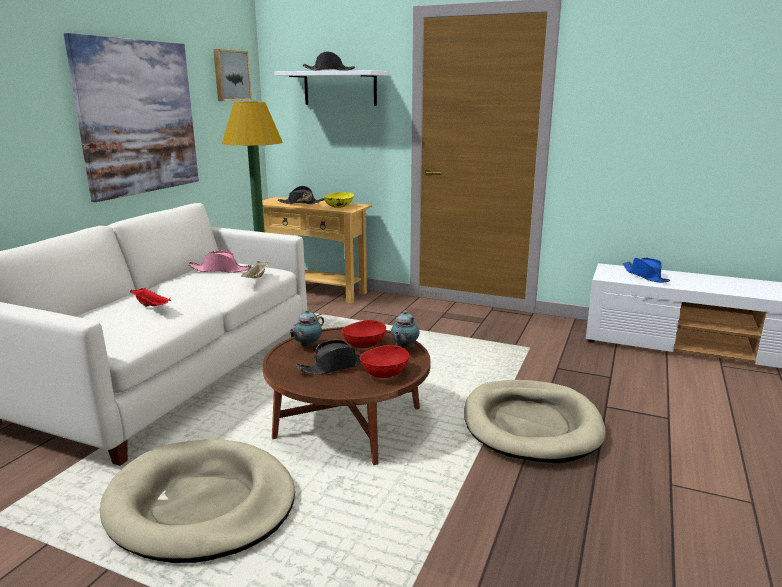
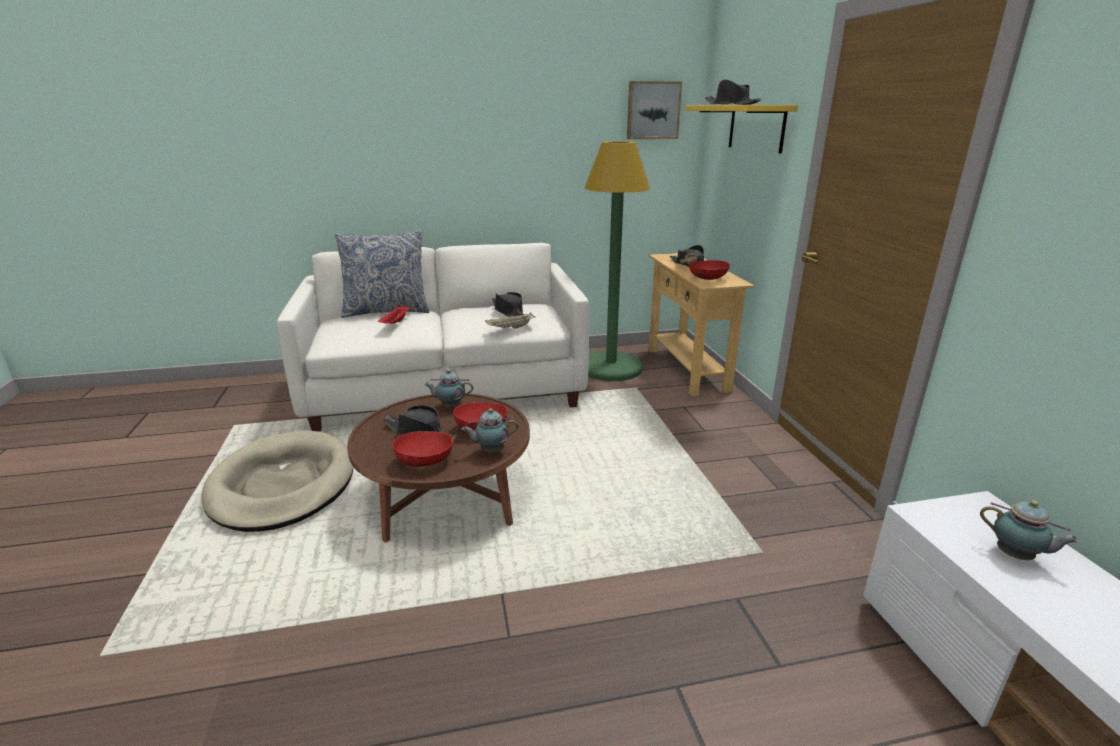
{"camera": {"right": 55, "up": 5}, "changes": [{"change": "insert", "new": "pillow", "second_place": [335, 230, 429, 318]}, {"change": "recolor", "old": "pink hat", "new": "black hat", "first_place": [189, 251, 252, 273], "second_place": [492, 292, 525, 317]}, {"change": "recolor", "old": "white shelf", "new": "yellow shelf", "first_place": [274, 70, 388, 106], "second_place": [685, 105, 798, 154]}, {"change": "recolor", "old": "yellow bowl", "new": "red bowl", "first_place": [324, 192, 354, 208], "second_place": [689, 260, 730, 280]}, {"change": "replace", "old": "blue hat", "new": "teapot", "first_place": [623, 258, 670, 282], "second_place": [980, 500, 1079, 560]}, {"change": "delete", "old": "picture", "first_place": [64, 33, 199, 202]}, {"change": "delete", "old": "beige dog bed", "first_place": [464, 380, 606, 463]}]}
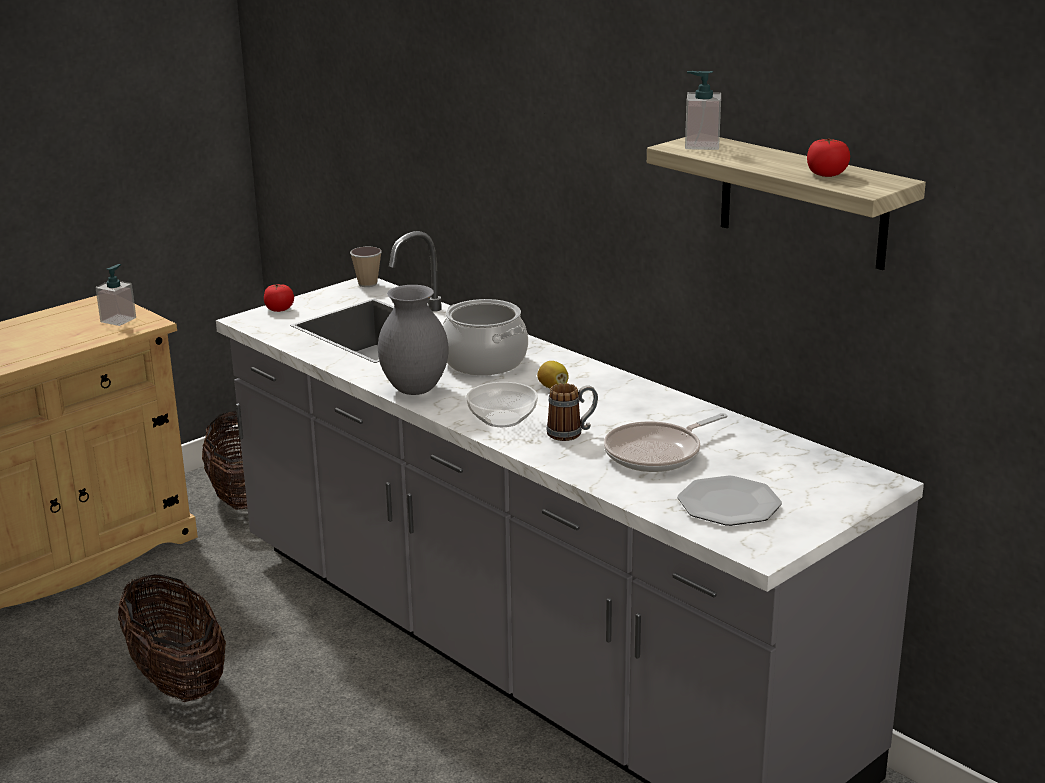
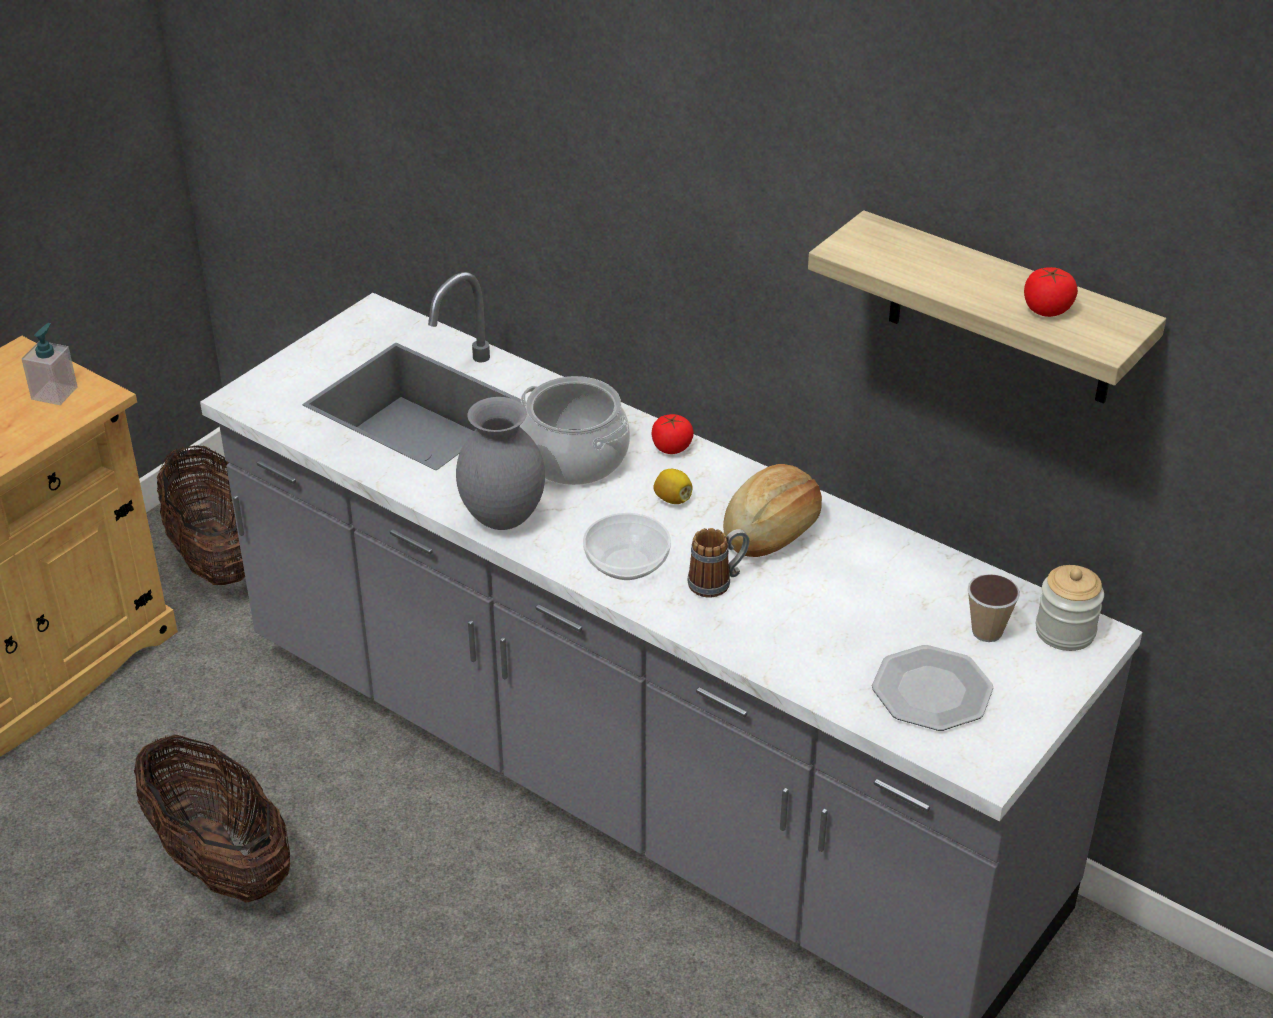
{"camera": {"right": -10, "up": 15}, "changes": [{"change": "move", "old": "tomato", "first_place": [264, 284, 294, 312], "second_place": [652, 414, 694, 454]}, {"change": "insert", "new": "bread", "second_place": [723, 464, 822, 557]}, {"change": "move", "old": "cup", "first_place": [350, 247, 382, 287], "second_place": [967, 574, 1020, 642]}, {"change": "insert", "new": "jar", "second_place": [1036, 565, 1104, 651]}, {"change": "delete", "old": "frying pan", "first_place": [604, 413, 727, 472]}, {"change": "delete", "old": "soap dispenser", "first_place": [685, 71, 721, 150]}]}
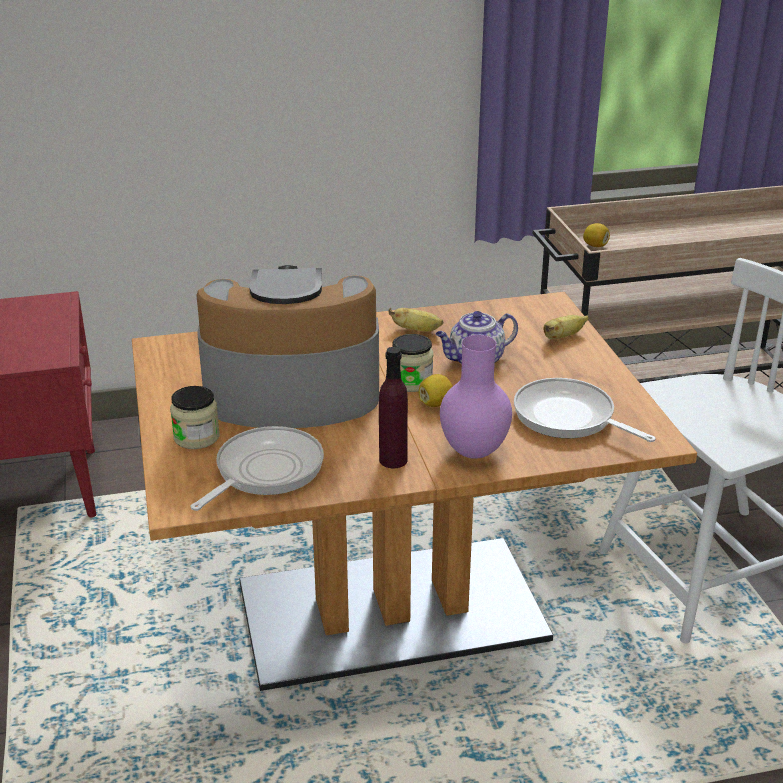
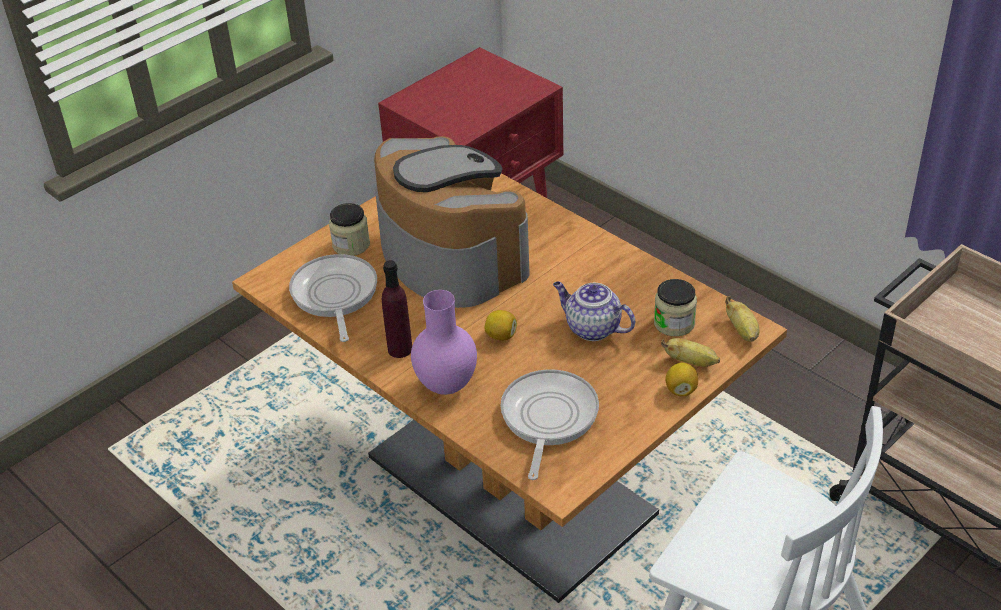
{"camera": {"right": 60, "up": 10}, "changes": [{"change": "rotate", "old": "frying pan", "first_place": [190, 426, 324, 511], "second_place": [289, 254, 377, 342], "degrees": -105}, {"change": "move", "old": "jar", "first_place": [392, 334, 433, 392], "second_place": [654, 279, 697, 336]}, {"change": "move", "old": "lemon", "first_place": [583, 223, 610, 247], "second_place": [665, 363, 698, 396]}, {"change": "move", "old": "banana", "first_place": [389, 308, 443, 331], "second_place": [725, 296, 760, 342]}]}
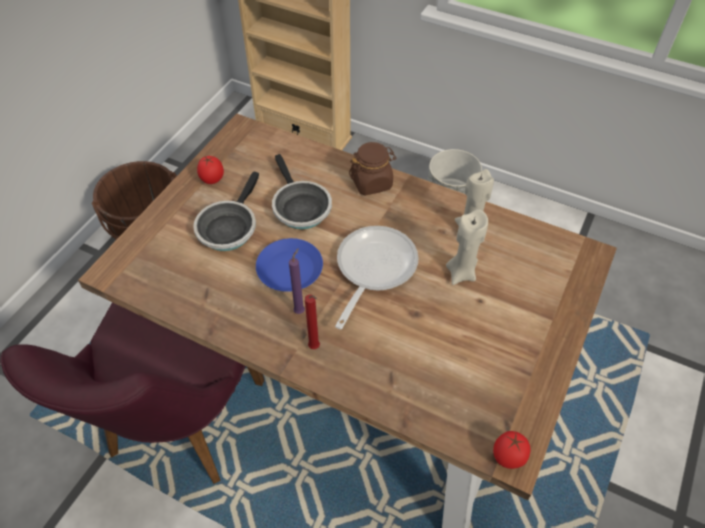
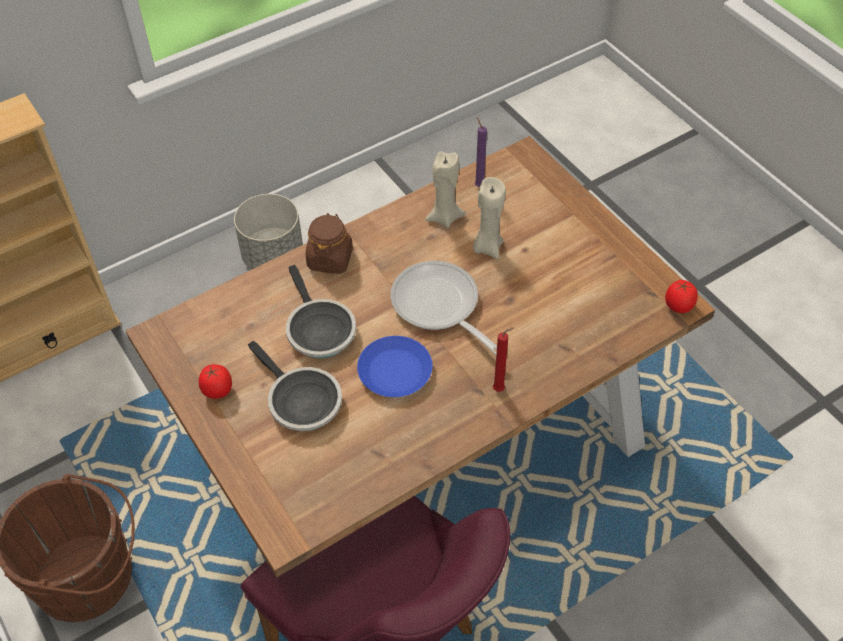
{"camera": {"right": -60, "up": 0}, "changes": [{"change": "rotate", "old": "frying pan", "first_place": [272, 154, 332, 229], "second_place": [286, 265, 356, 358], "degrees": 60}, {"change": "move", "old": "purple candle", "first_place": [289, 248, 305, 314], "second_place": [475, 117, 487, 187]}]}
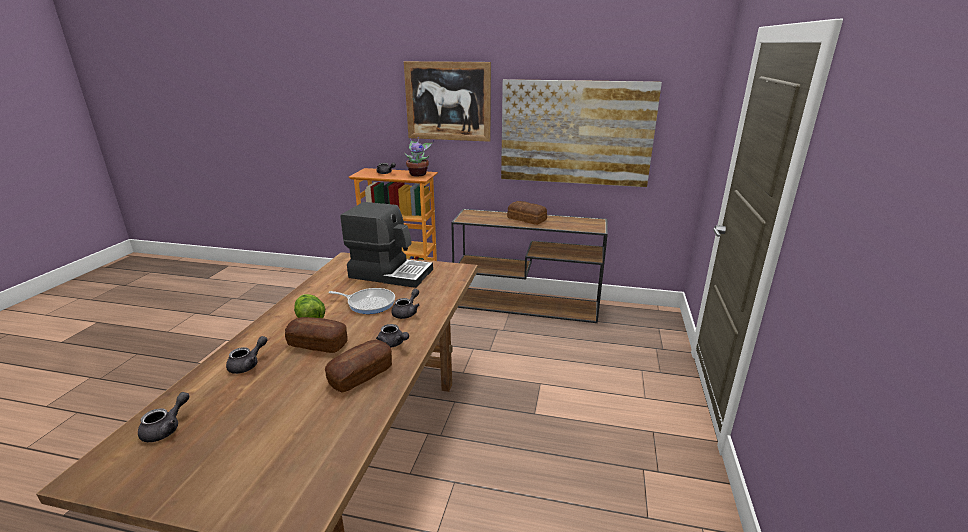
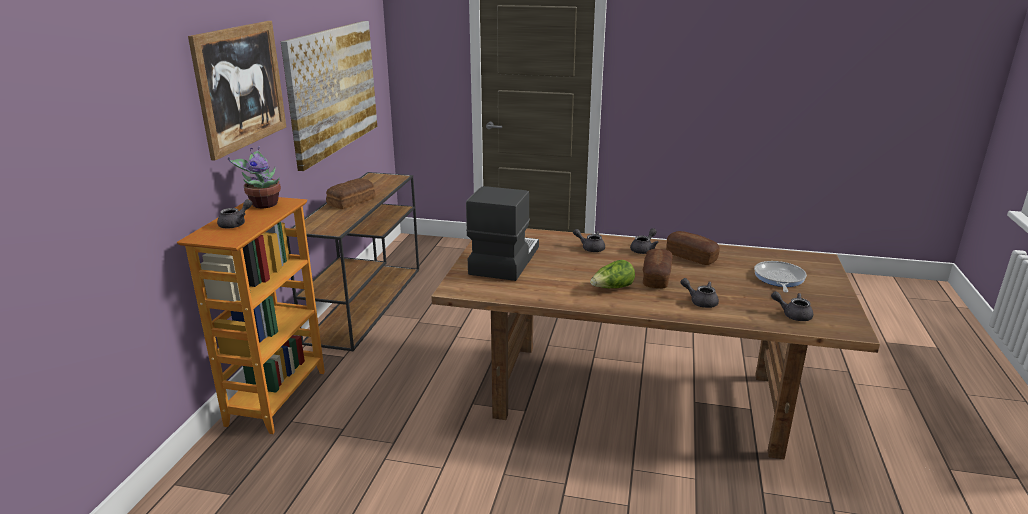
{"camera": {"right": -90, "up": 0}, "changes": [{"change": "move", "old": "frying pan", "first_place": [328, 288, 395, 314], "second_place": [754, 261, 807, 293]}]}
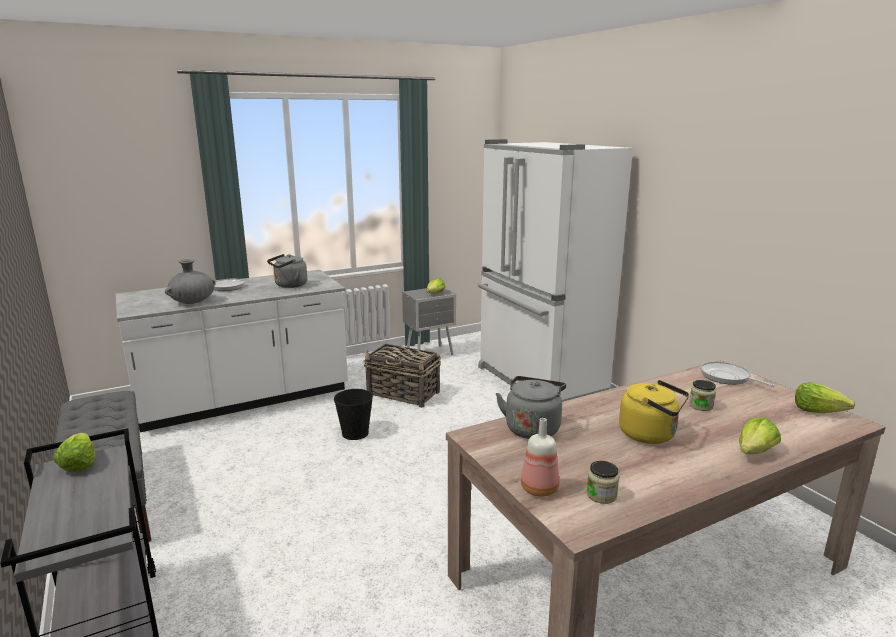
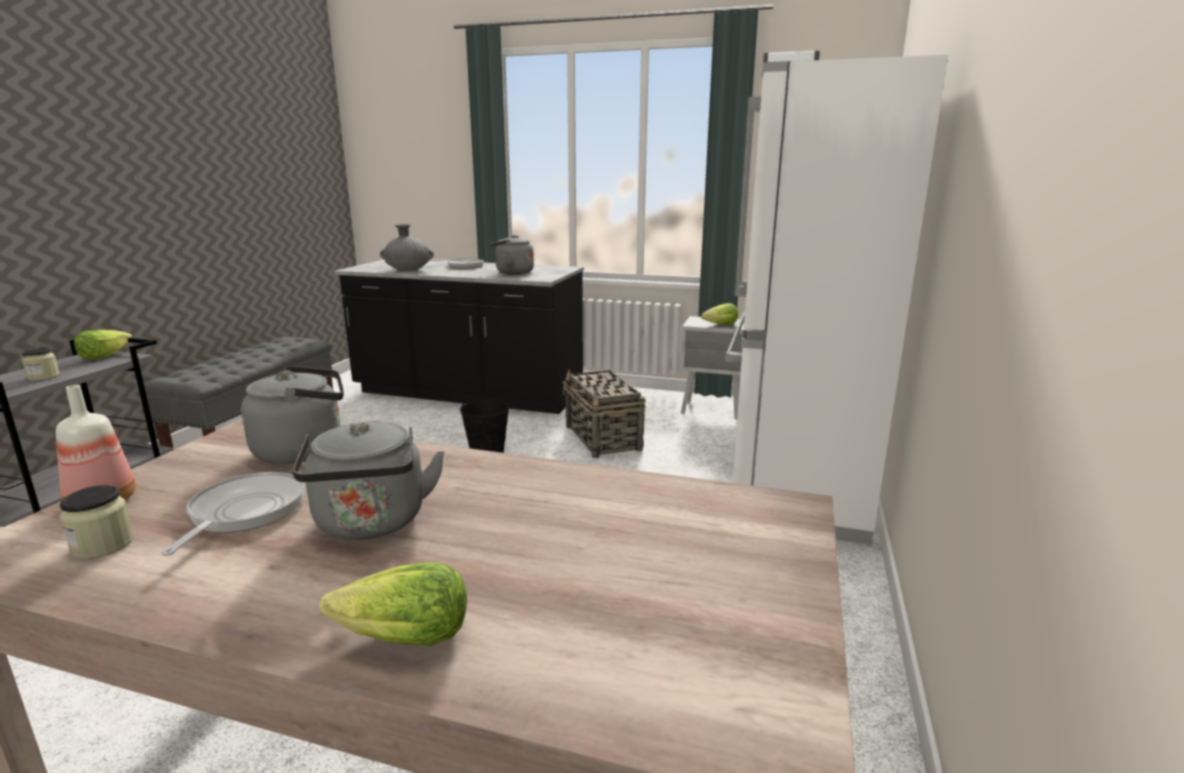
{"camera": {"right": 45, "up": 0}, "changes": [{"change": "move", "old": "jar", "first_place": [689, 380, 716, 411], "second_place": [21, 347, 60, 381]}, {"change": "move", "old": "frying pan", "first_place": [701, 362, 775, 387], "second_place": [161, 472, 305, 556]}, {"change": "recolor", "old": "yellow kettle", "new": "grey kettle", "first_place": [619, 380, 689, 444], "second_place": [292, 422, 445, 540]}, {"change": "recolor", "old": "white counter", "new": "black counter", "first_place": [116, 270, 348, 432], "second_place": [334, 260, 584, 414]}, {"change": "delete", "old": "lettuce", "first_place": [795, 382, 855, 413]}]}
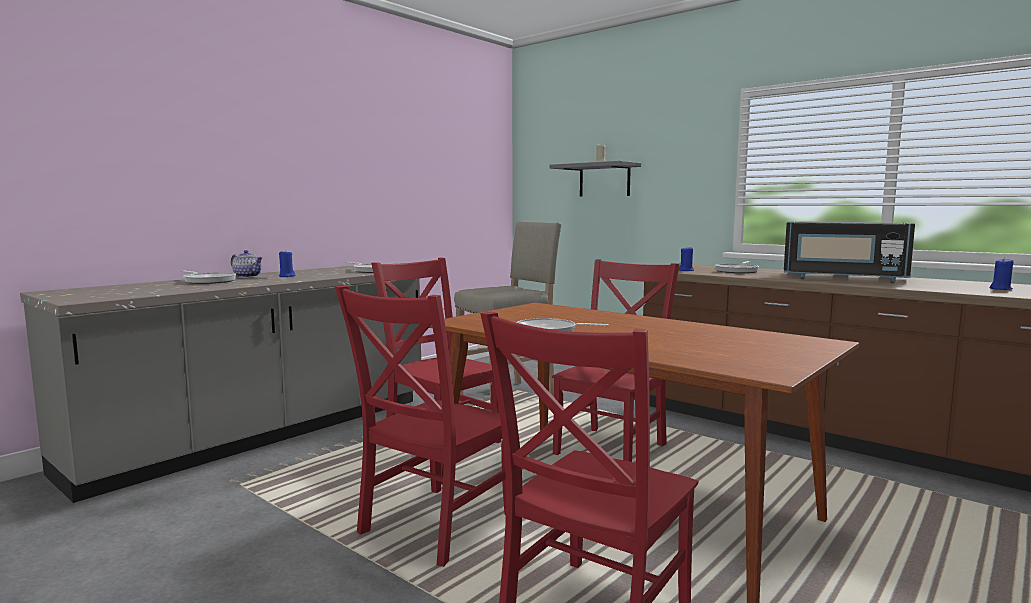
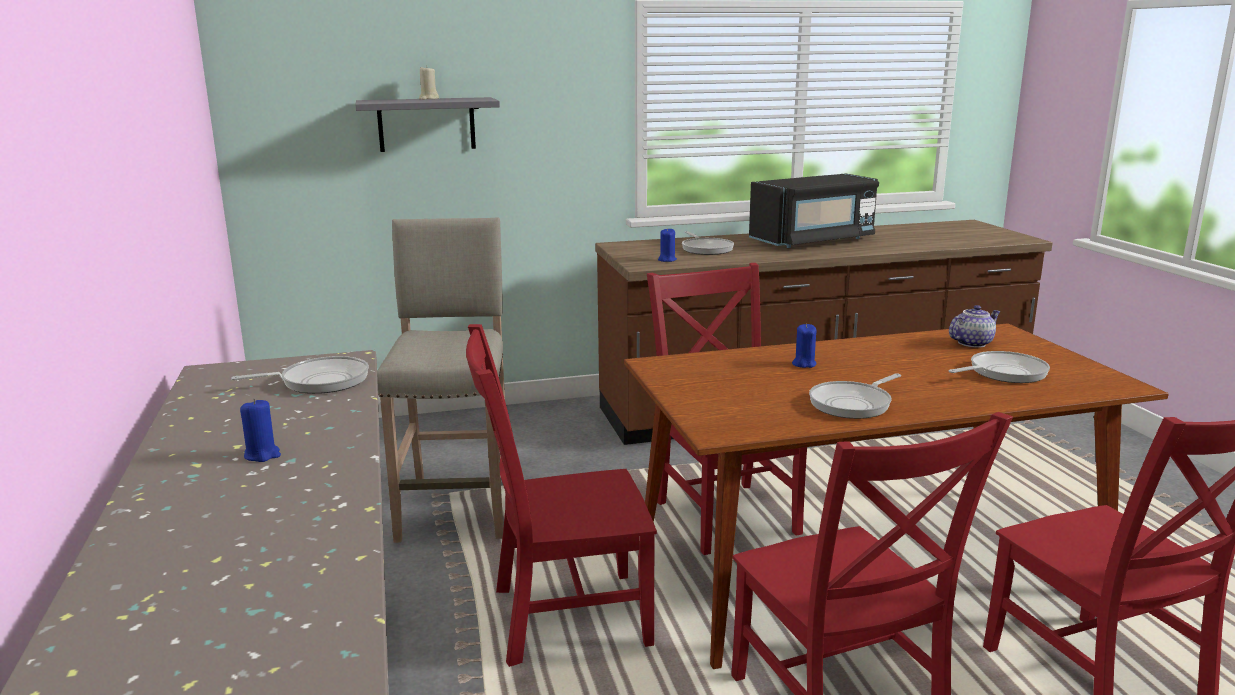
{"camera": {"right": -55, "up": 10}, "changes": [{"change": "move", "old": "blue candle", "first_place": [989, 257, 1013, 290], "second_place": [792, 324, 817, 368]}, {"change": "move", "old": "frying pan", "first_place": [180, 271, 236, 284], "second_place": [948, 351, 1050, 383]}, {"change": "move", "old": "teapot", "first_place": [231, 250, 263, 278], "second_place": [949, 305, 1001, 348]}]}
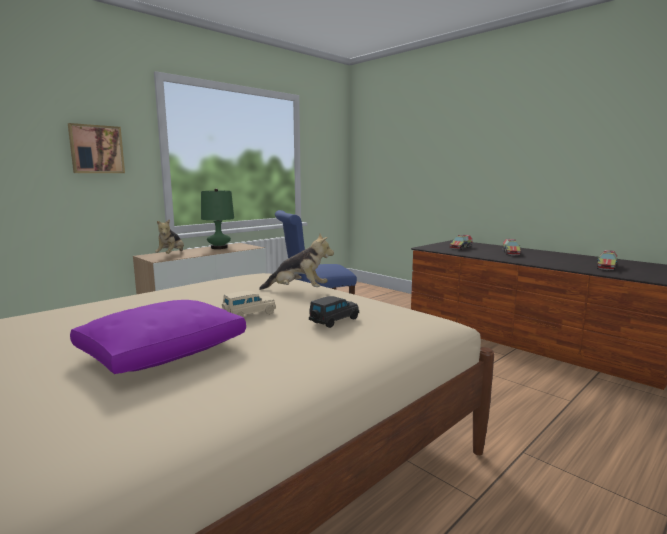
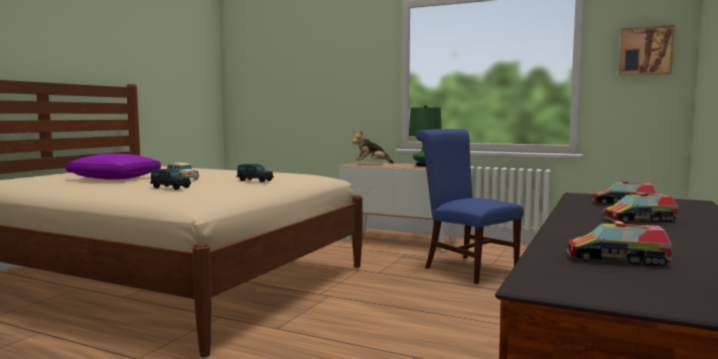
{"camera": {"right": 70, "up": -5}, "changes": [{"change": "replace", "old": "plush toy", "new": "black toy car", "first_place": [259, 234, 334, 290], "second_place": [237, 164, 274, 182]}, {"change": "move", "old": "picture", "first_place": [68, 123, 125, 173], "second_place": [619, 25, 675, 76]}]}
